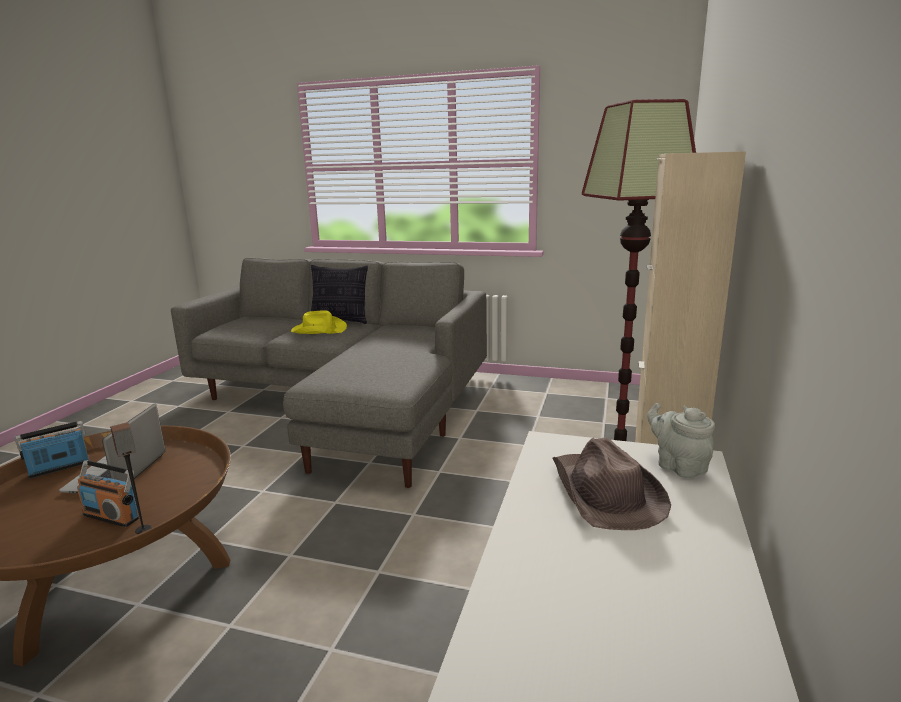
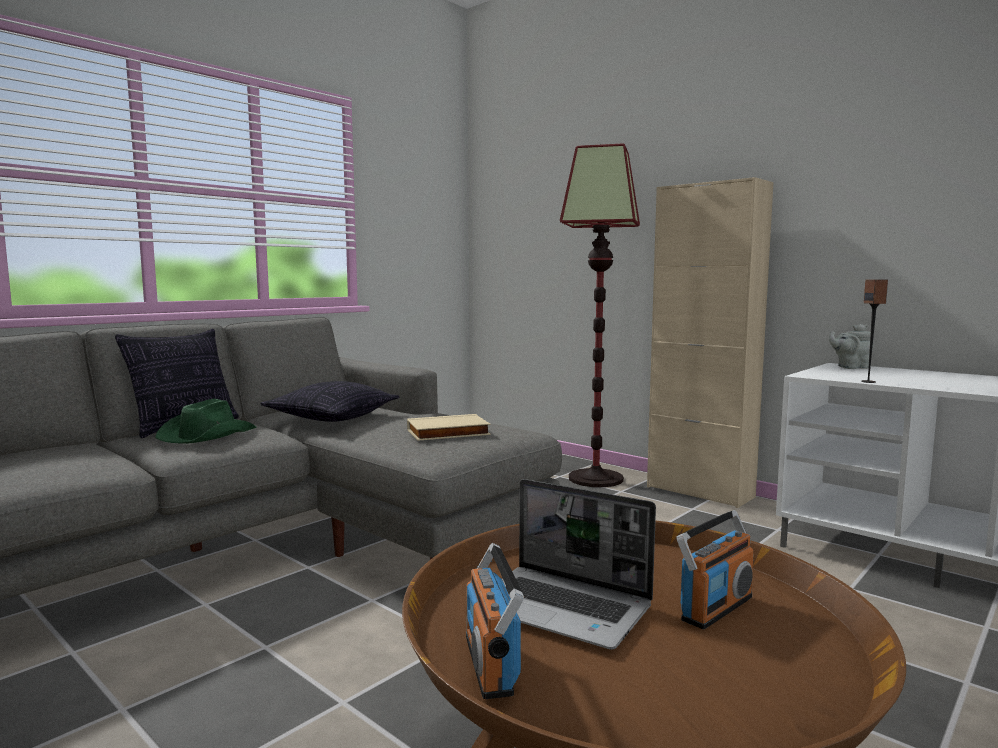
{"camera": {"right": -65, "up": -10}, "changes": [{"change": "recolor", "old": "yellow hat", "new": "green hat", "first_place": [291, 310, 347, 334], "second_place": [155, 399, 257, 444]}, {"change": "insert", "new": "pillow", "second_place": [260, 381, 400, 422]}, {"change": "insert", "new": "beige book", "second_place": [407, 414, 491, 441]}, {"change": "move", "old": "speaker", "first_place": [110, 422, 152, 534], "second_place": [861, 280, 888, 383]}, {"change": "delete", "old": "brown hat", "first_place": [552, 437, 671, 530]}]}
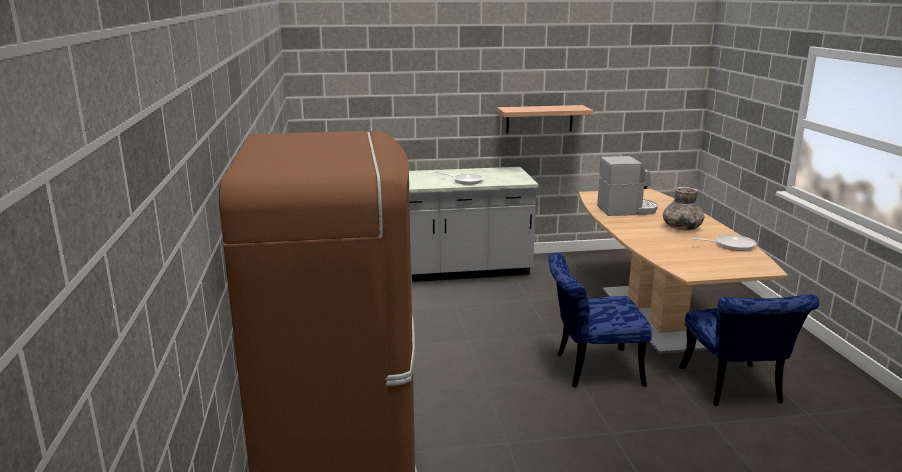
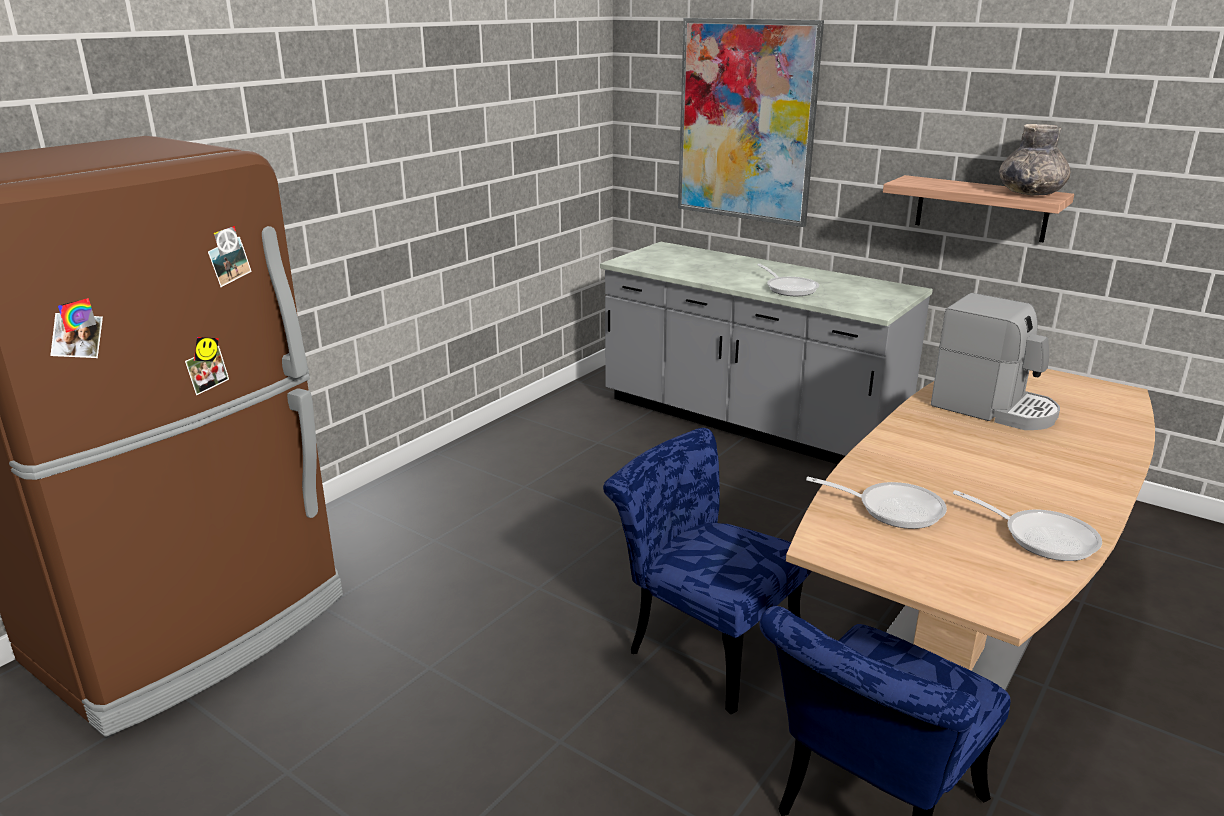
{"camera": {"right": 45, "up": 5}, "changes": [{"change": "insert", "new": "picture", "second_place": [678, 18, 824, 227]}, {"change": "insert", "new": "frying pan", "second_place": [806, 477, 947, 529]}, {"change": "move", "old": "grey vase", "first_place": [663, 187, 704, 230], "second_place": [999, 124, 1071, 196]}]}
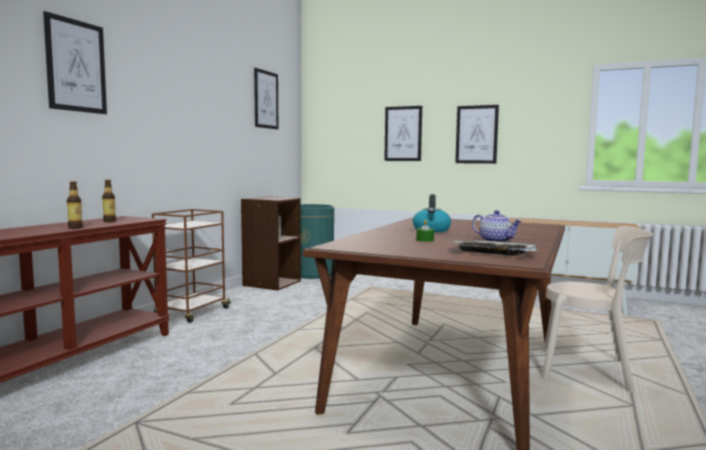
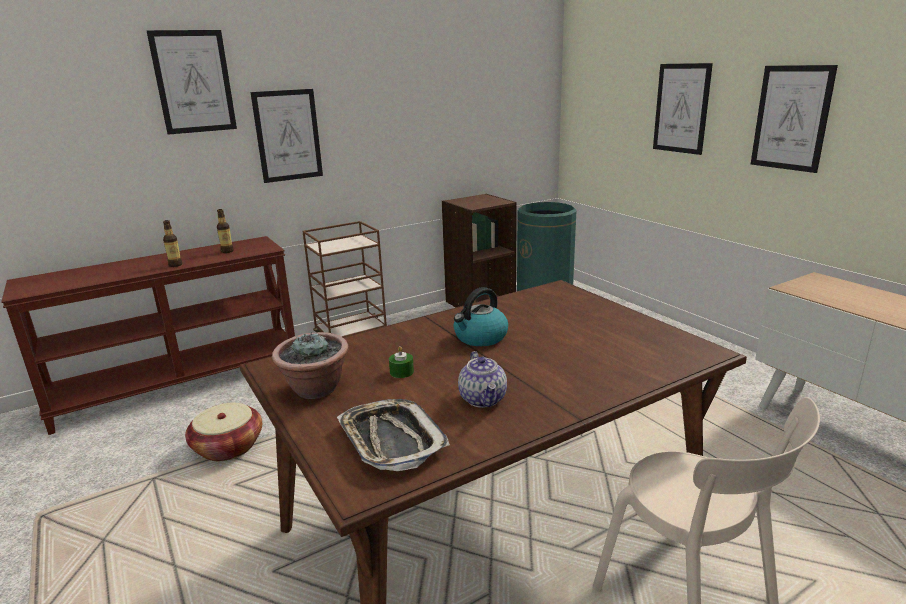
{"camera": {"right": 35, "up": 15}, "changes": [{"change": "insert", "new": "basket", "second_place": [185, 403, 262, 461]}, {"change": "move", "old": "picture", "first_place": [254, 68, 278, 129], "second_place": [250, 89, 323, 183]}, {"change": "insert", "new": "potted plant", "second_place": [272, 332, 348, 399]}]}
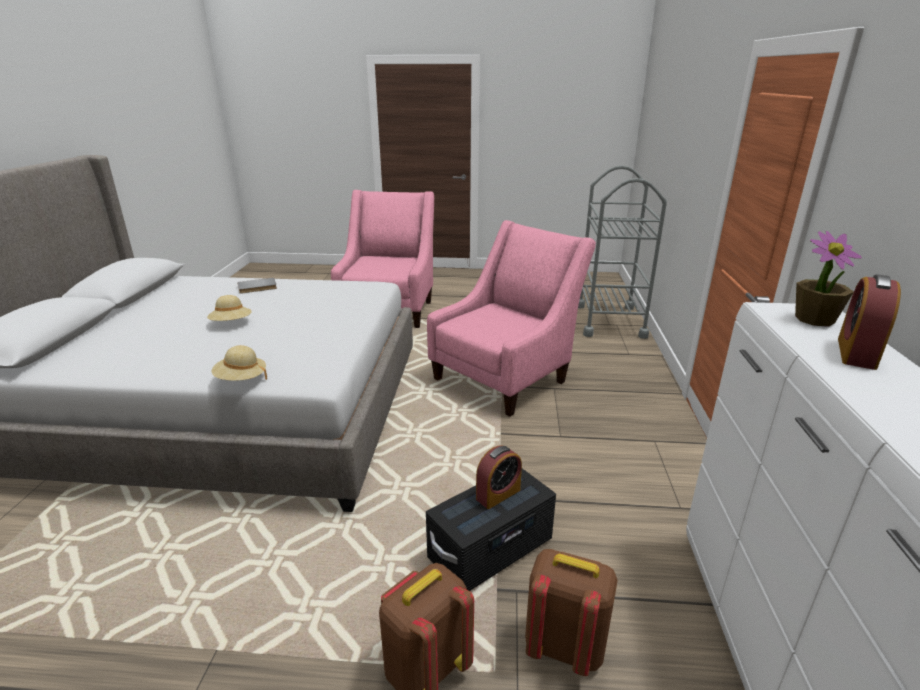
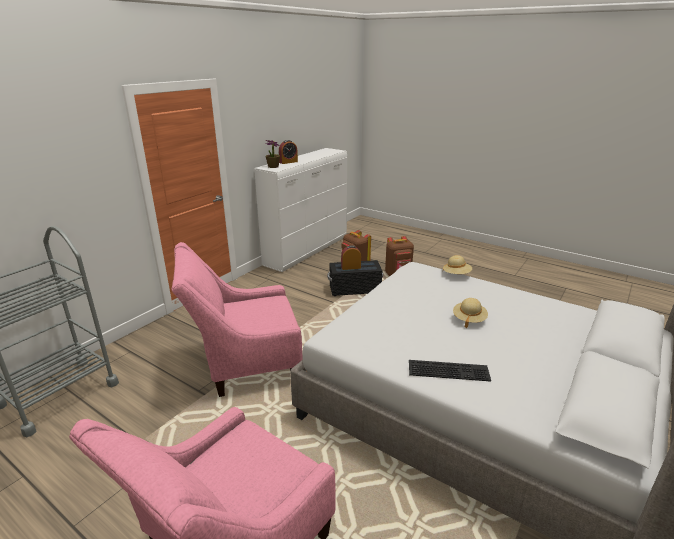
{"camera": {"right": -150, "up": 0}, "changes": [{"change": "replace", "old": "grey book", "new": "keyboard", "first_place": [237, 278, 277, 294], "second_place": [409, 360, 491, 382]}]}
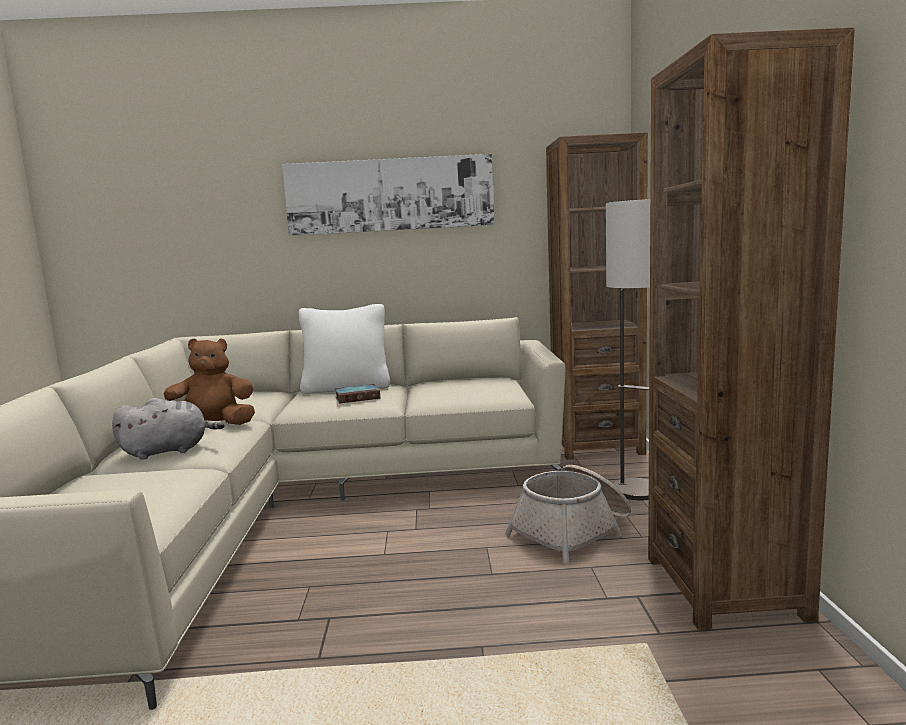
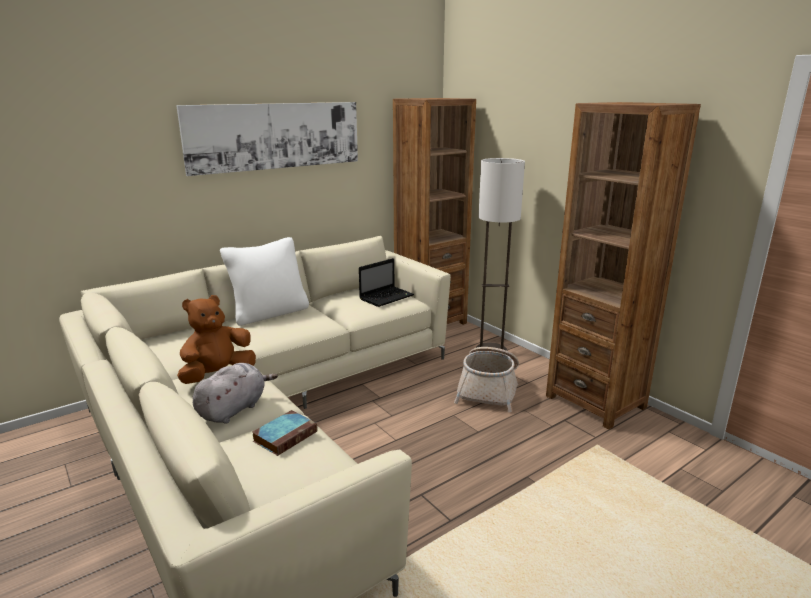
{"camera": {"right": -35, "up": 10}, "changes": [{"change": "move", "old": "book", "first_place": [335, 384, 380, 404], "second_place": [252, 410, 317, 456]}, {"change": "insert", "new": "laptop", "second_place": [359, 258, 414, 307]}]}
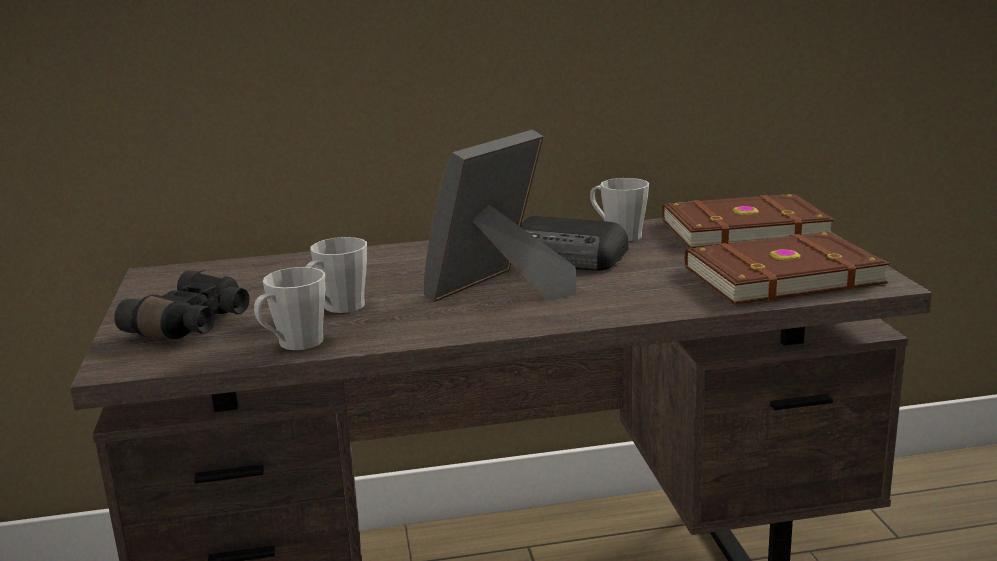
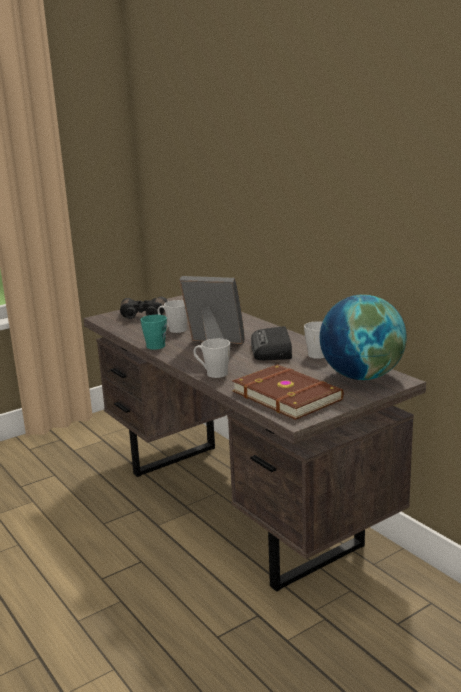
{"camera": {"right": 65, "up": 0}, "changes": [{"change": "insert", "new": "turquoise mug", "second_place": [141, 315, 167, 350]}, {"change": "move", "old": "grey mug", "first_place": [254, 267, 325, 350], "second_place": [193, 339, 230, 378]}, {"change": "replace", "old": "brown book", "new": "globe", "first_place": [662, 194, 834, 249], "second_place": [320, 294, 407, 380]}]}
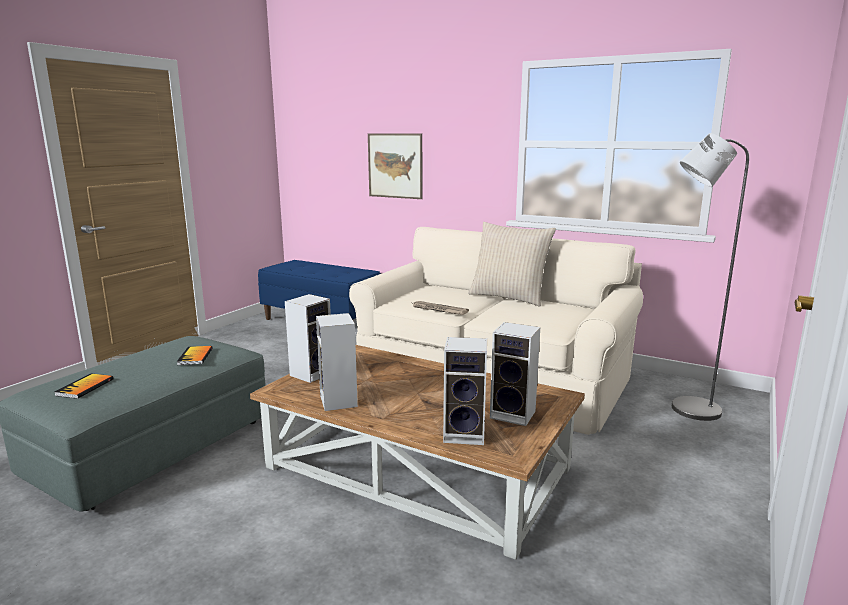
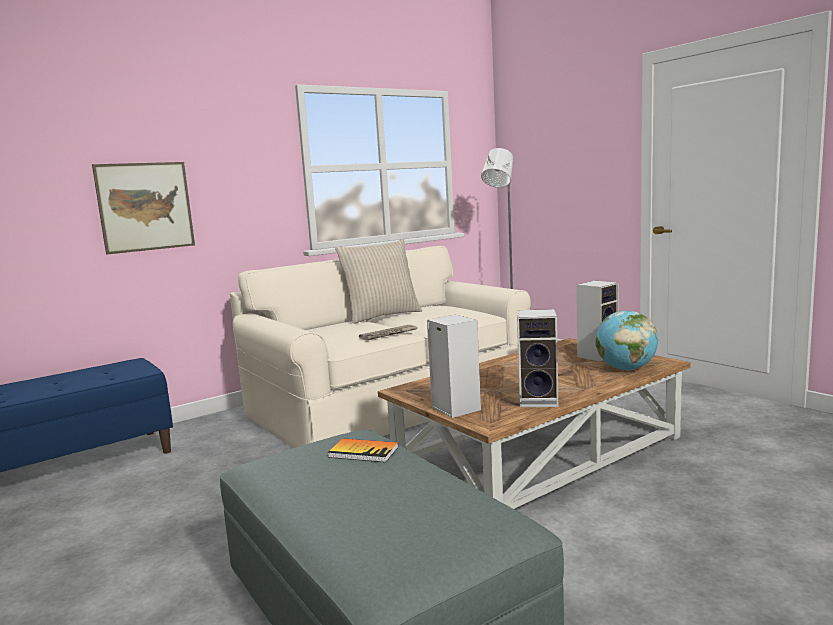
{"camera": {"right": -65, "up": -5}, "changes": [{"change": "replace", "old": "speaker", "new": "globe", "first_place": [443, 337, 487, 445], "second_place": [595, 311, 658, 370]}, {"change": "delete", "old": "book", "first_place": [55, 373, 113, 399]}]}
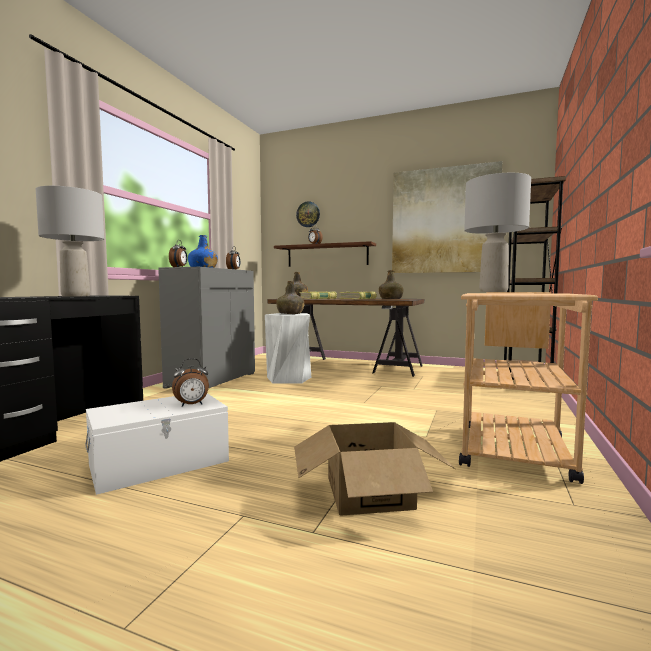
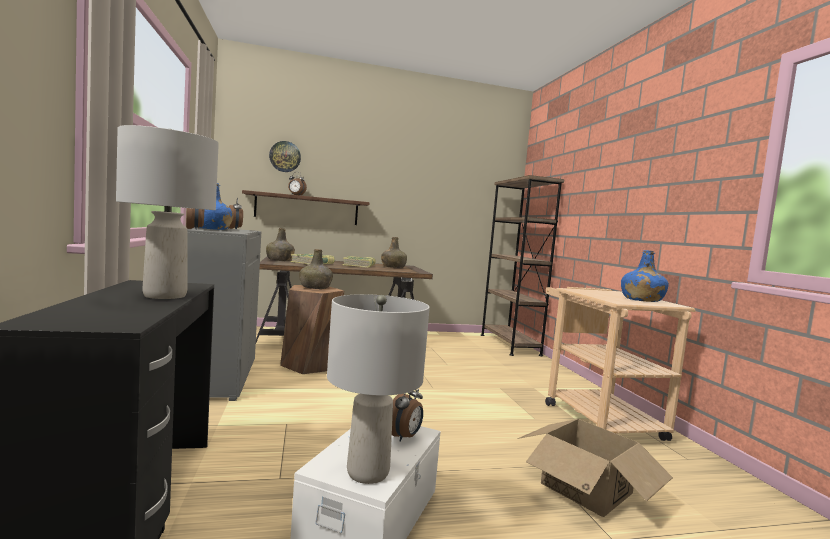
{"camera": {"right": -35, "up": 0}, "changes": [{"change": "recolor", "old": "white stool", "new": "brown stool", "first_place": [265, 313, 311, 384], "second_place": [280, 285, 344, 374]}, {"change": "move", "old": "grey table lamp", "first_place": [464, 173, 531, 292], "second_place": [327, 294, 430, 484]}, {"change": "insert", "new": "blue bottle", "second_place": [621, 250, 669, 302]}, {"change": "delete", "old": "picture", "first_place": [392, 161, 502, 273]}]}
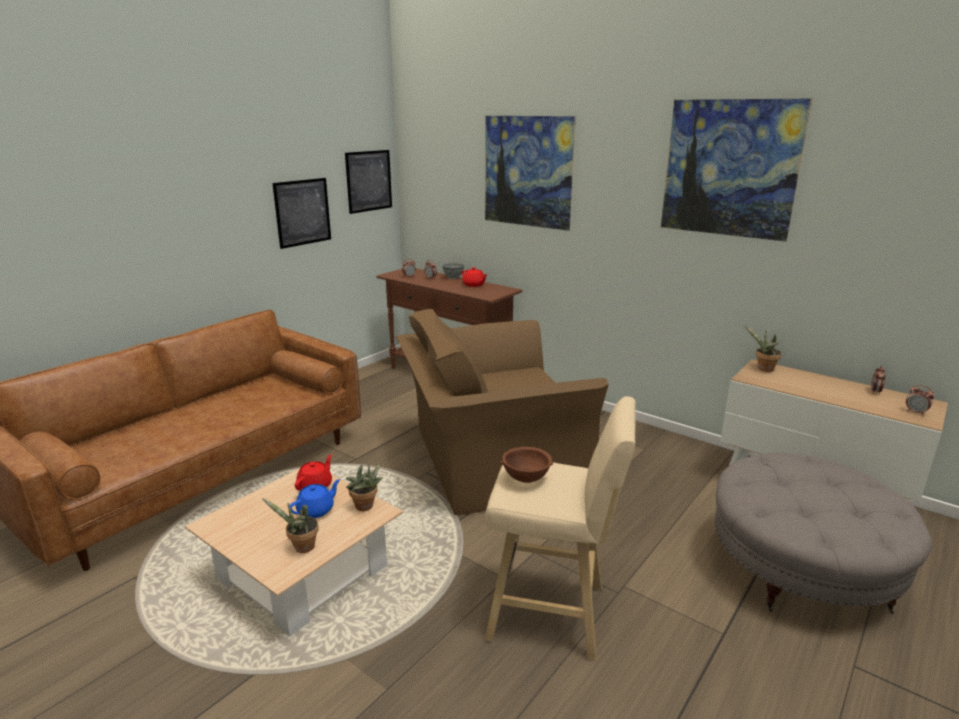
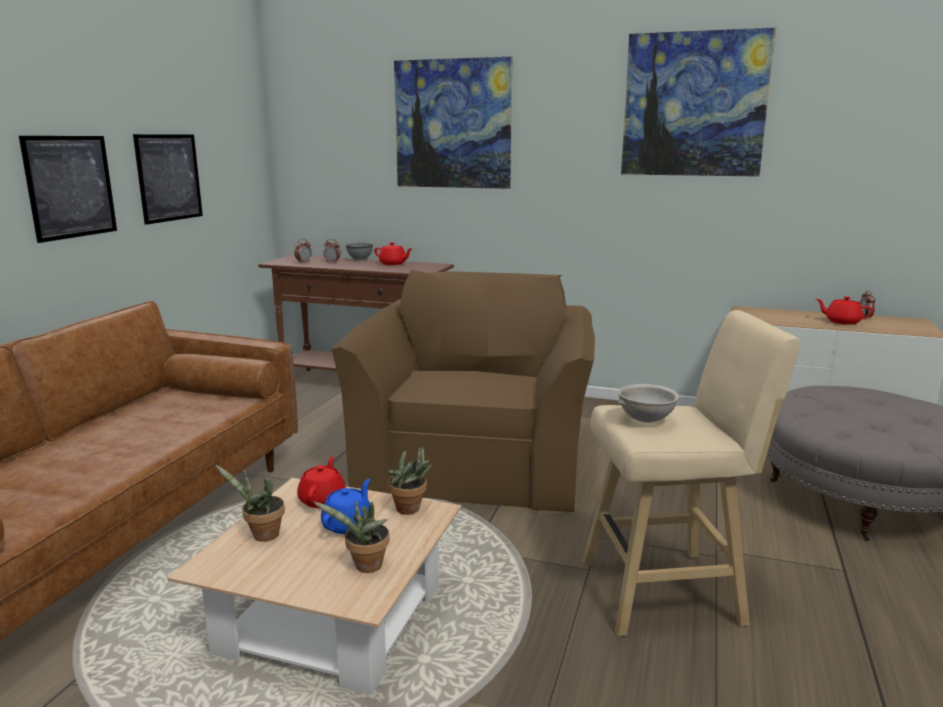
{"camera": {"right": -20, "up": -5}, "changes": [{"change": "move", "old": "picture", "first_place": [345, 150, 392, 214], "second_place": [19, 136, 117, 243]}, {"change": "move", "old": "potted plant", "first_place": [744, 325, 781, 372], "second_place": [215, 464, 285, 542]}, {"change": "rotate", "old": "brown armchair", "first_place": [396, 309, 609, 515], "second_place": [332, 270, 595, 512], "degrees": 135}, {"change": "recolor", "old": "brown bowl", "new": "grey bowl", "first_place": [500, 447, 553, 483], "second_place": [618, 384, 679, 422]}, {"change": "insert", "new": "red teapot", "second_place": [816, 296, 874, 325]}, {"change": "delete", "old": "alarm clock", "first_place": [906, 385, 935, 416]}]}
